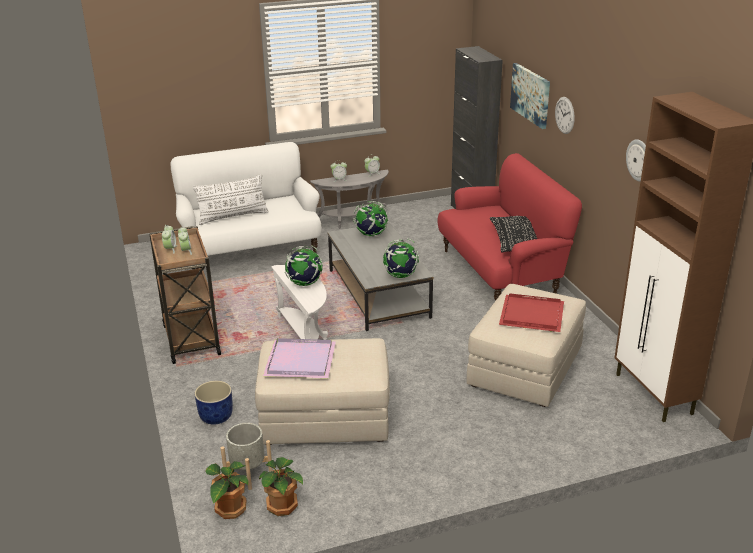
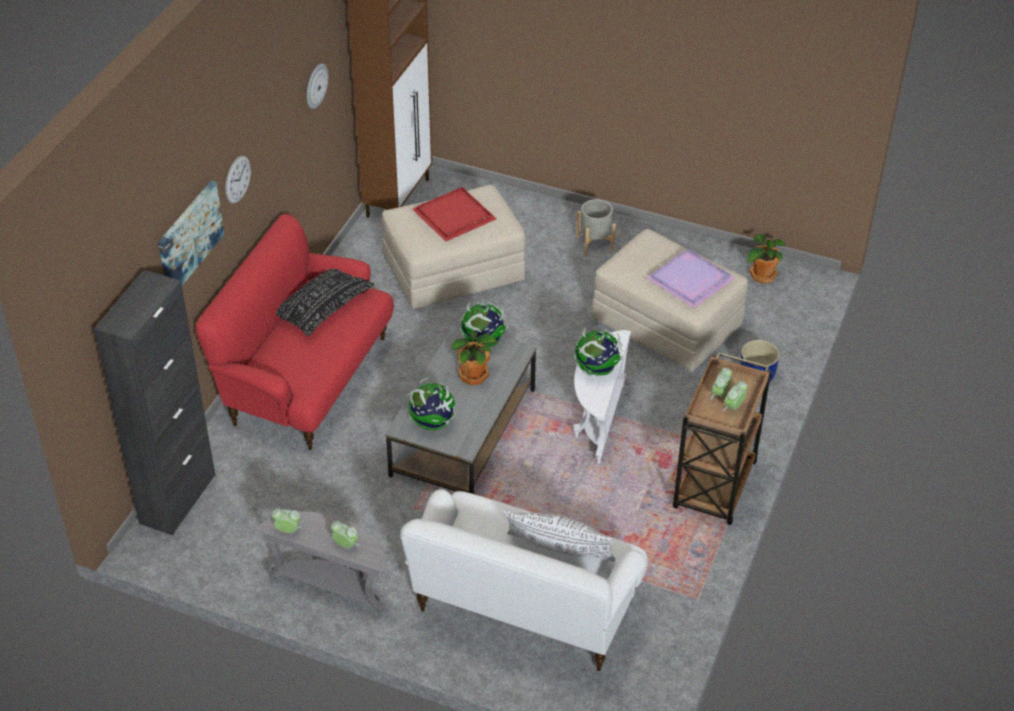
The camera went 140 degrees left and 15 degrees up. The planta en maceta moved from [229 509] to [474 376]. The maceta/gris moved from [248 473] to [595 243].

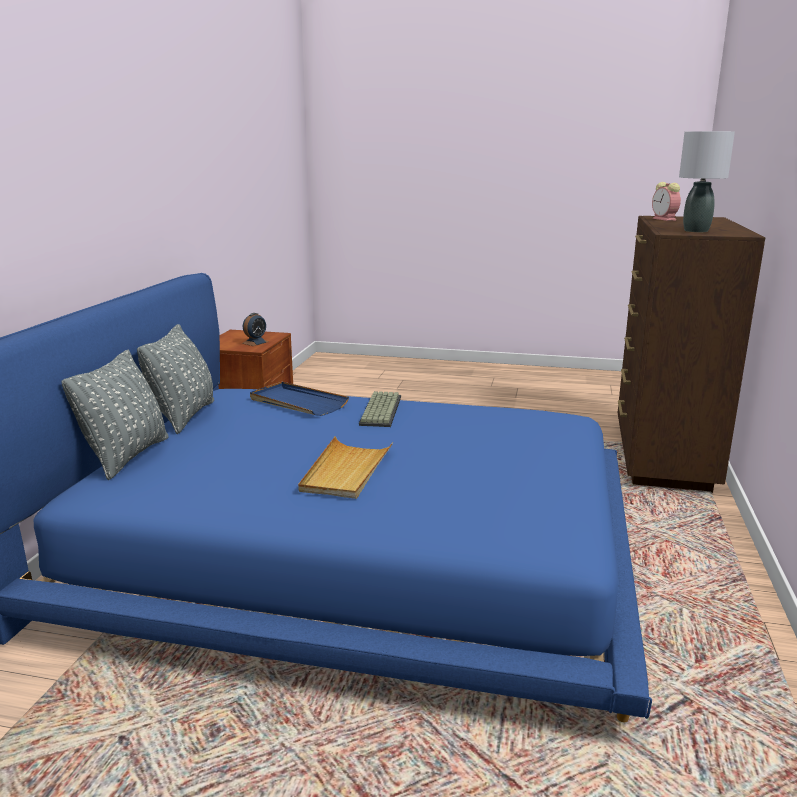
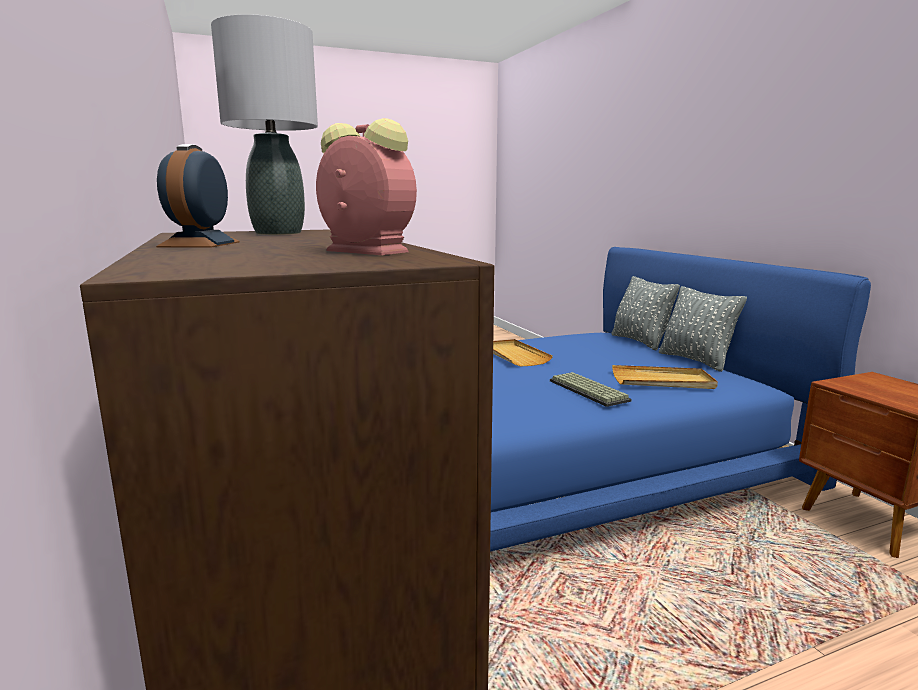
The camera went 145 degrees right and 5 degrees down. The despertador moved from [255 342] to [200 244]. The bandeja/azul at [297 402] became the bandeja/beis at [662 381].

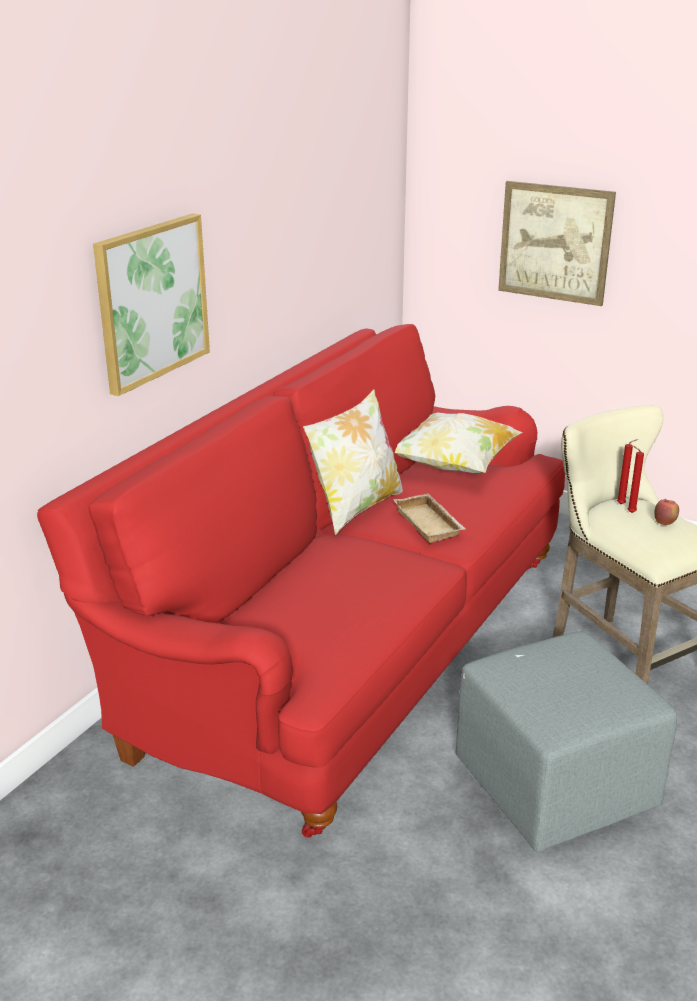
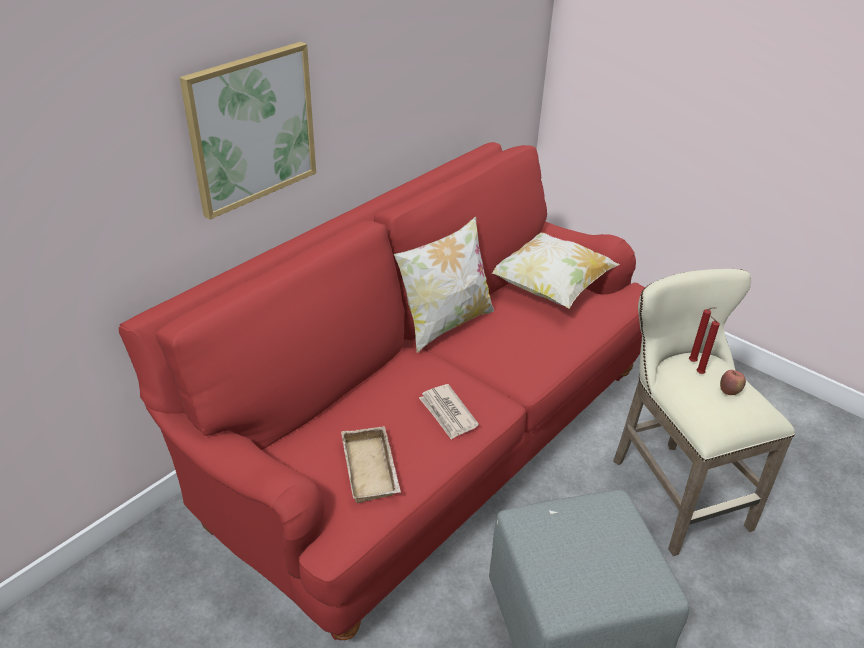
The camera went 10 degrees right and 10 degrees up. The bandeja/beis moved from [430 523] to [372 469]. The cuadro at [555 243] disappeared. The periódico at [447 413] appeared.

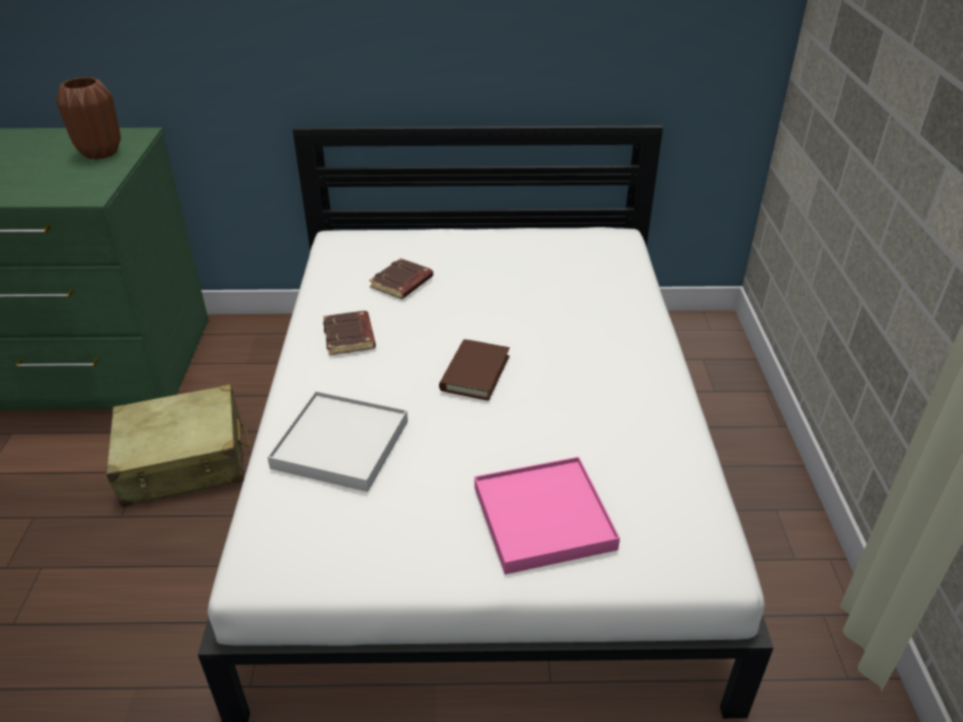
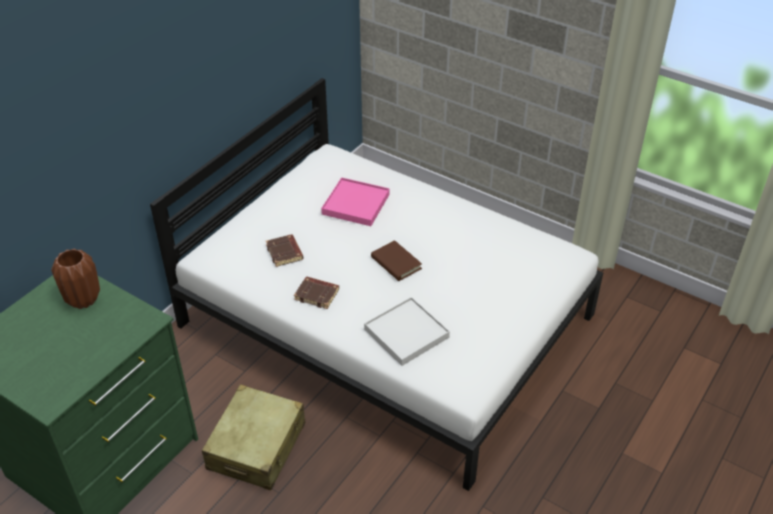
The camera went 55 degrees left and 5 degrees up. The bandeja/rosa moved from [543 518] to [355 204].

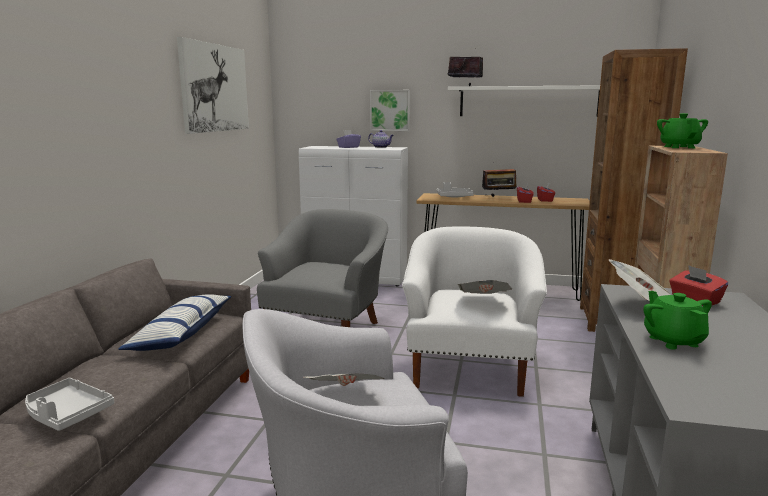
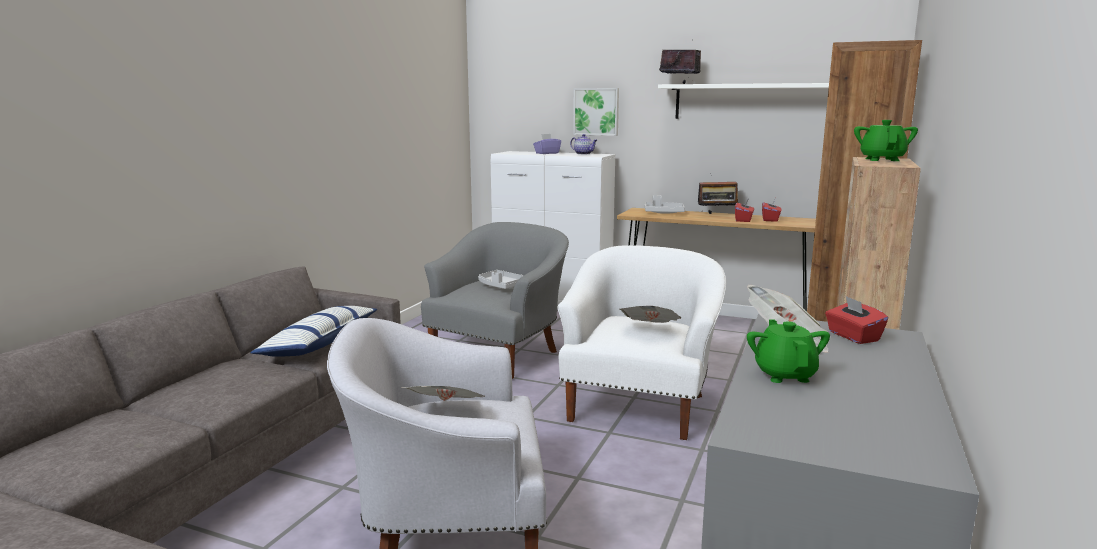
The camera went 10 degrees right and 0 degrees up. The bandeja/gris moved from [66 414] to [501 286]. The cuadro at [215 88] disappeared.

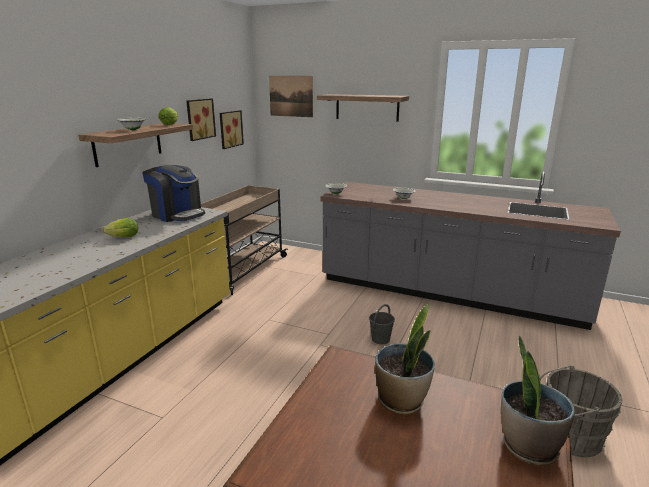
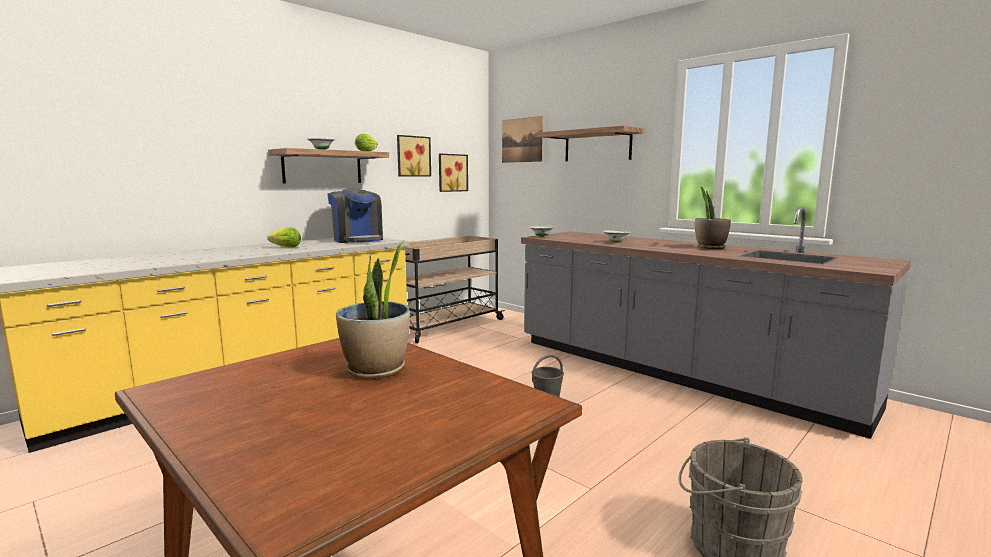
The camera went 20 degrees right and 10 degrees down. The planta en maceta moved from [528 446] to [710 248].

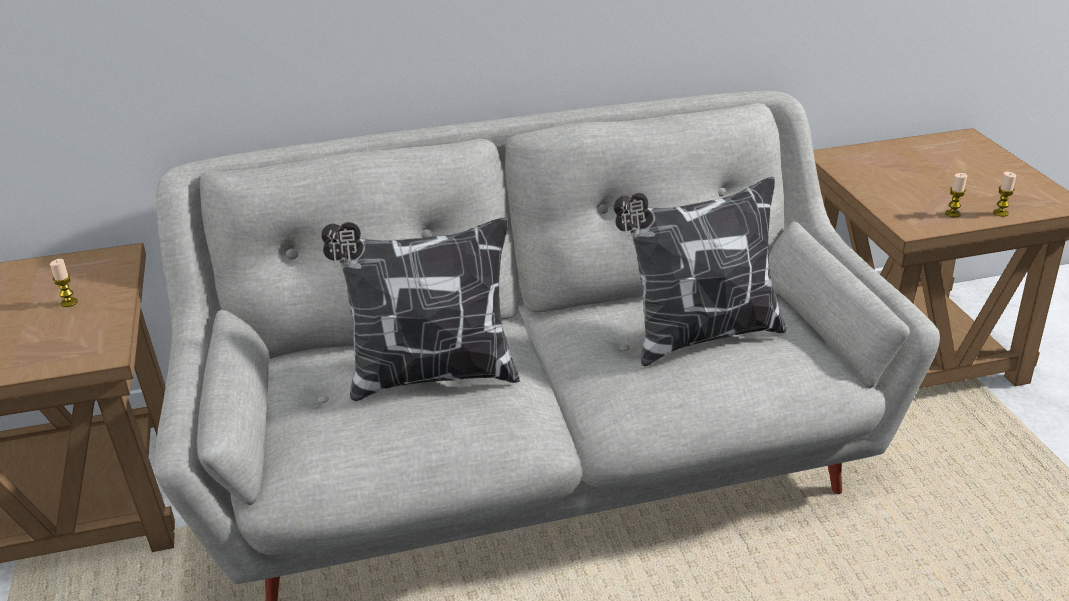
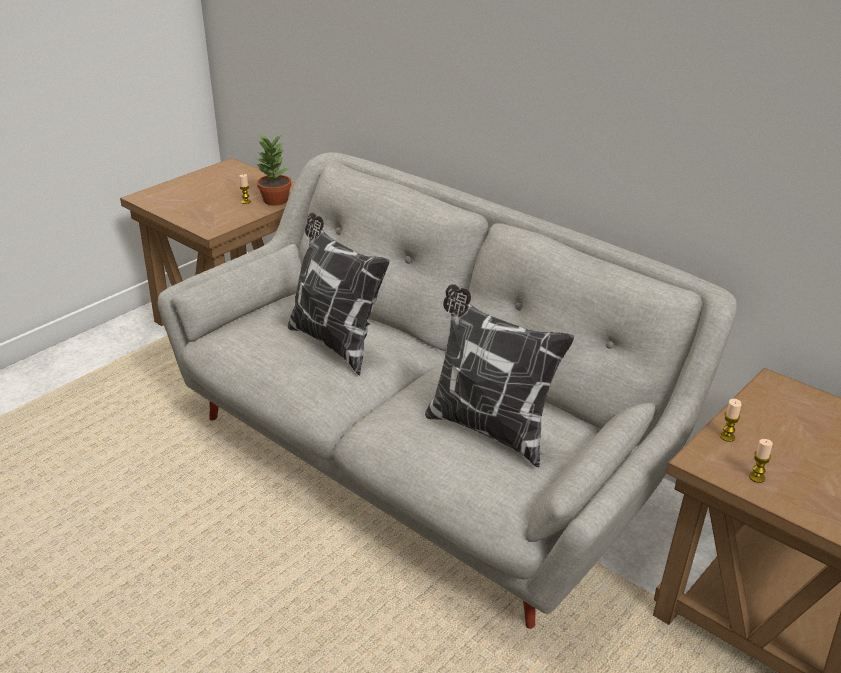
The camera went 55 degrees right and 0 degrees up. The vela moved from [1000 213] to [727 437]. The planta en maceta at [275 200] appeared.

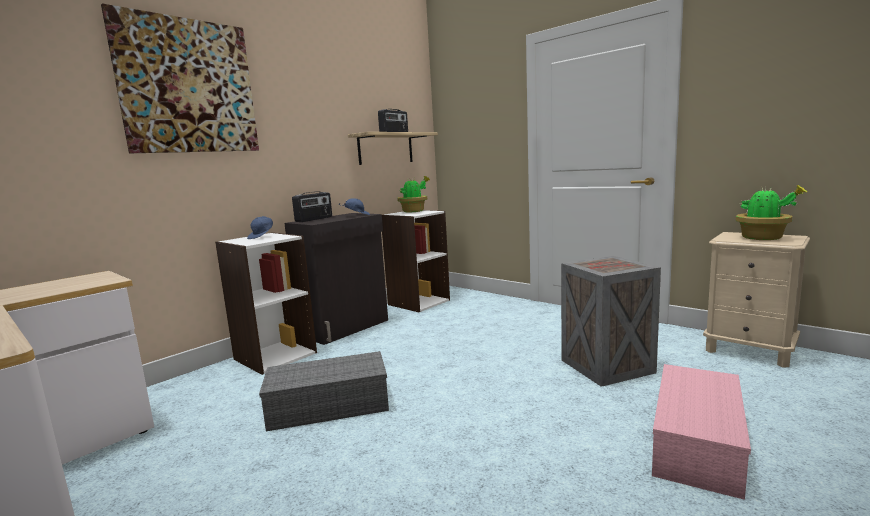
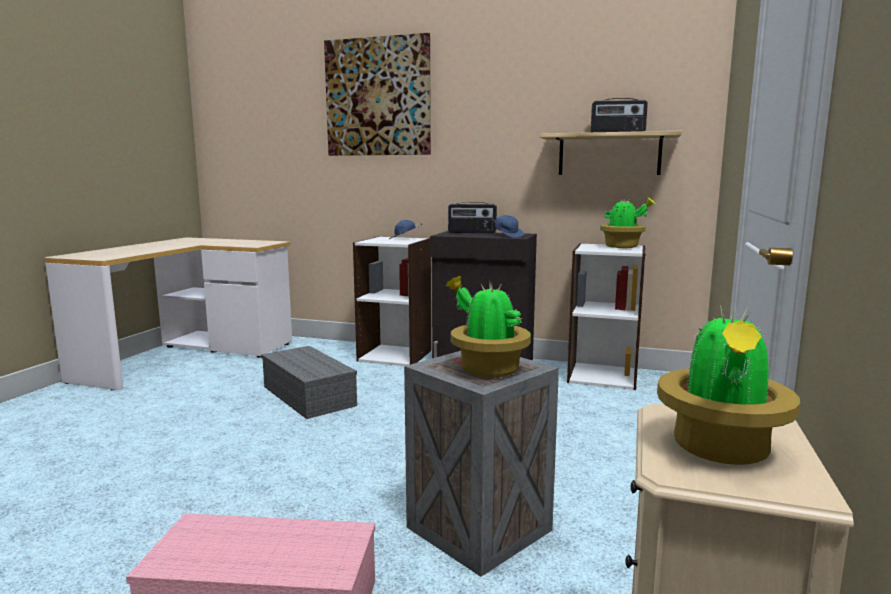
The camera went 65 degrees right and 0 degrees up. The planta en maceta at [487 369] appeared.

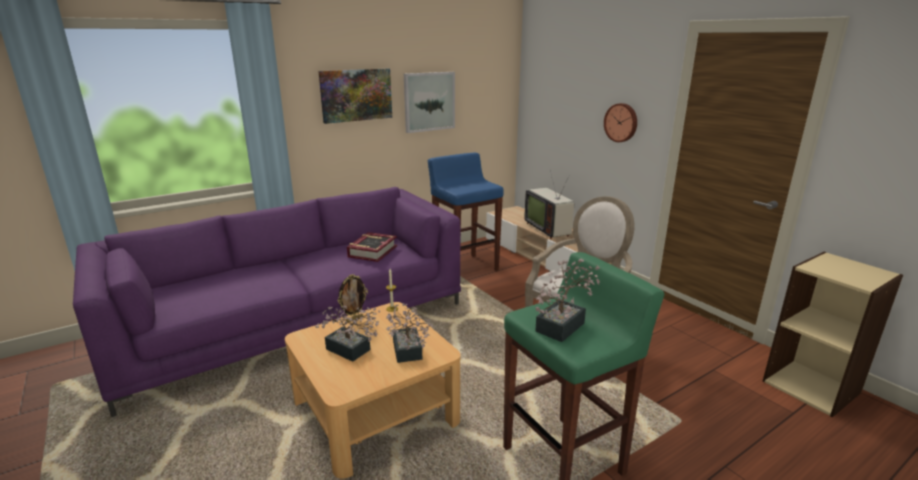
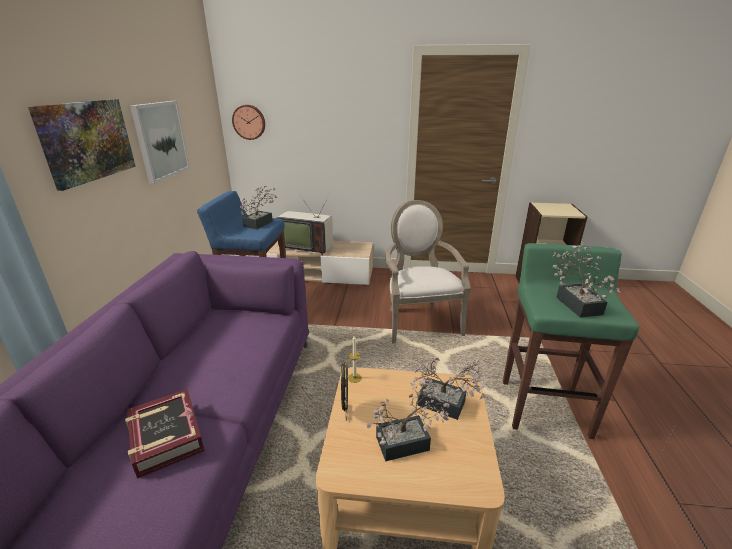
The camera went 50 degrees left and 5 degrees up. The libro moved from [372 251] to [165 437]. The reloj de pared moved from [621 122] to [249 122]. The planta en maceta at [260 223] appeared.

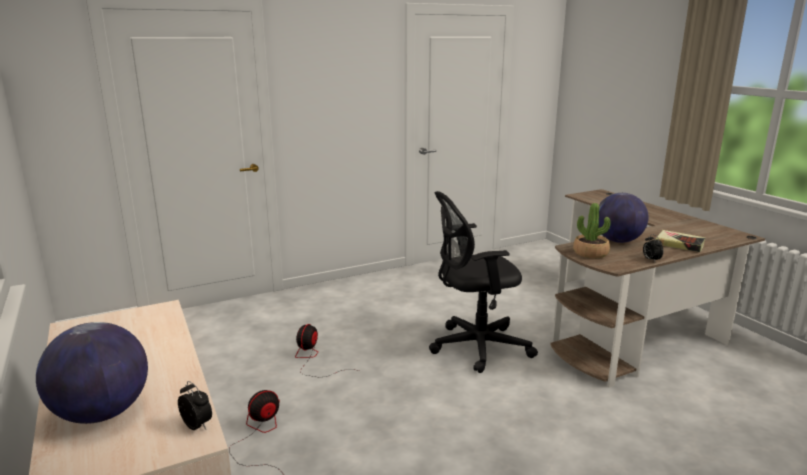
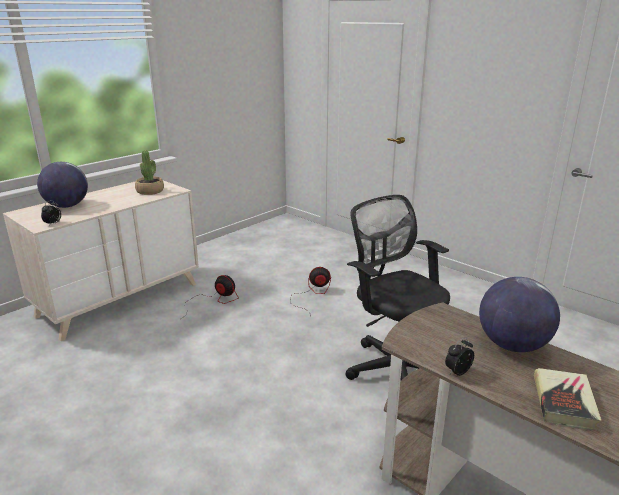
The camera went 70 degrees right and 5 degrees up. The planta en maceta moved from [590 253] to [150 191].

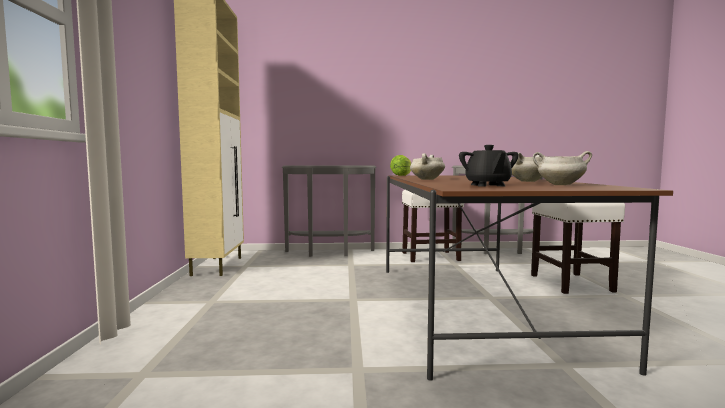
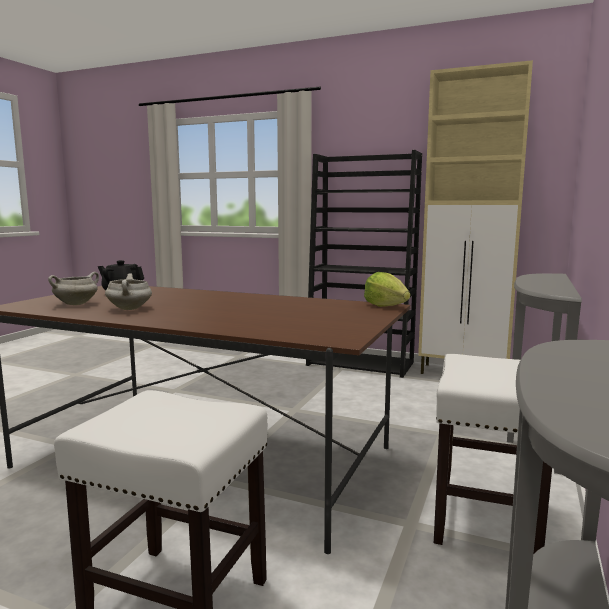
The camera went 115 degrees right and 5 degrees up. The olla/blanco at [426 179] disappeared. The estantería/negro at [361 363] appeared.

